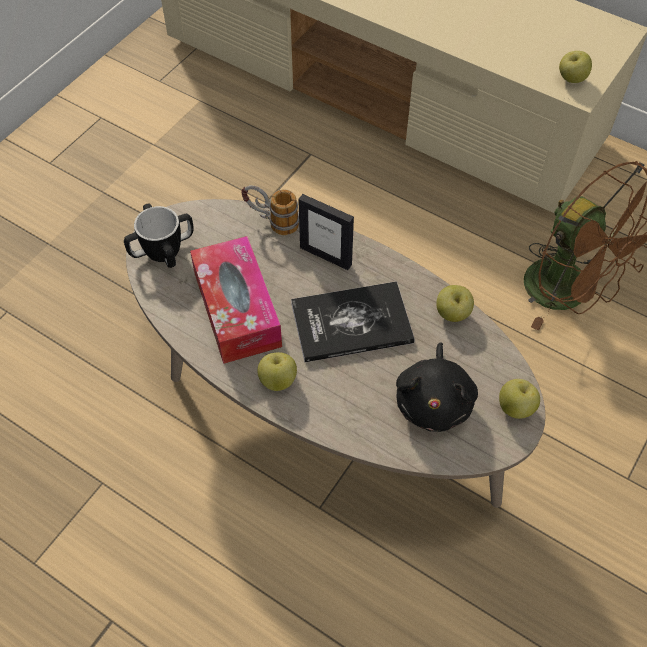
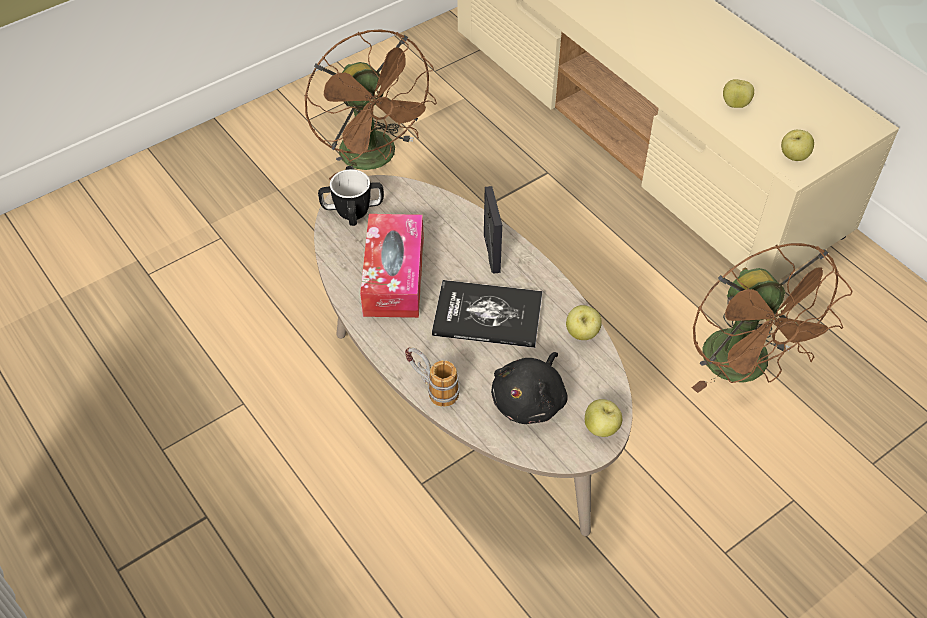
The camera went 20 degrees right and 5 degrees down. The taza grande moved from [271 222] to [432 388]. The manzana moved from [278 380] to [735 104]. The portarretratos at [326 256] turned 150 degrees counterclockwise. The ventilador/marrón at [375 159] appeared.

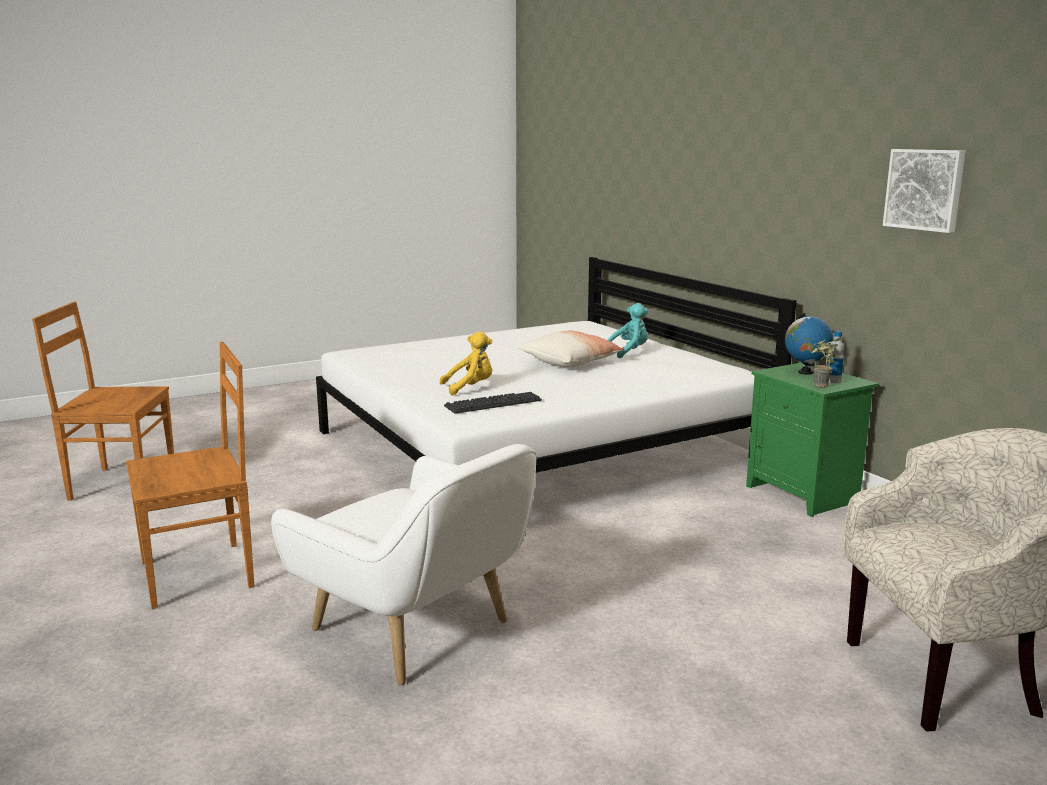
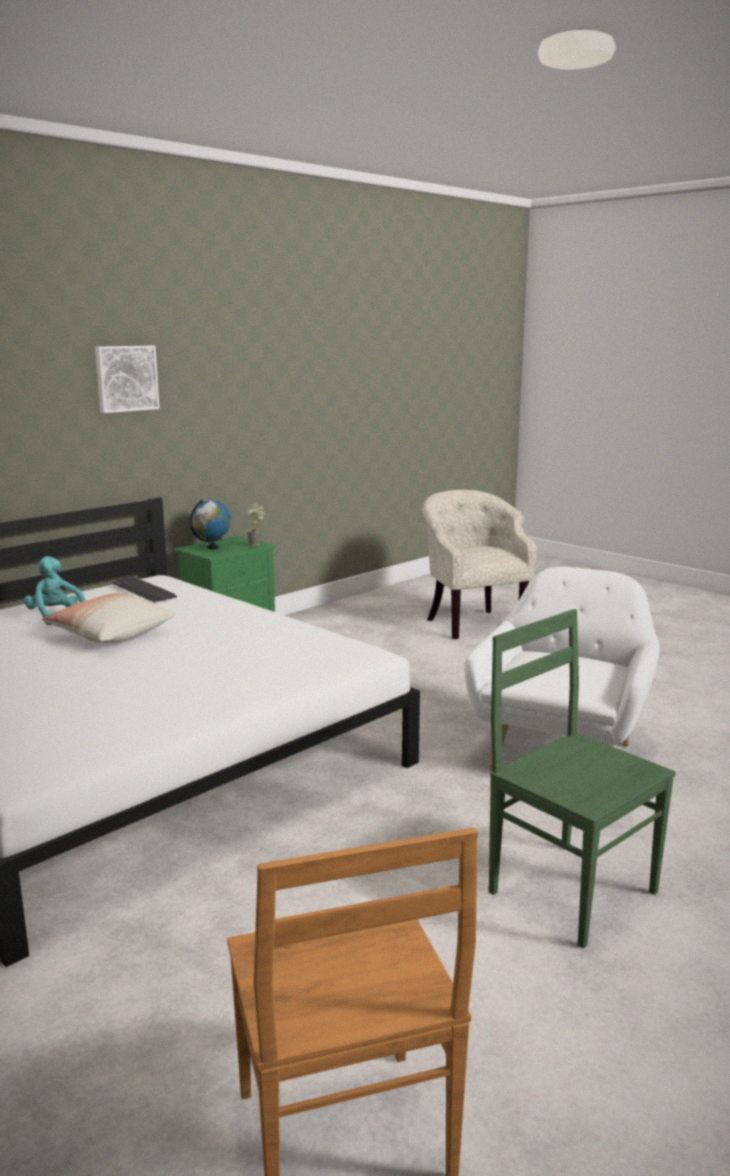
The camera went 105 degrees left and 0 degrees up. The silla/marrón at [201 573] became the silla/verde at [569 890]. The peluche/amarillo at [470 388] disappeared. The teclado moved from [493 403] to [143 590]. The botella at [833 381] disappeared. The cuadro moved from [925 189] to [126 378].

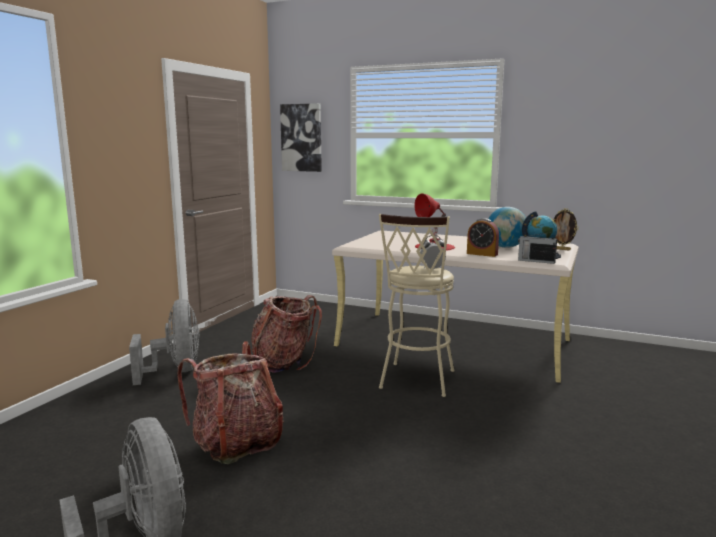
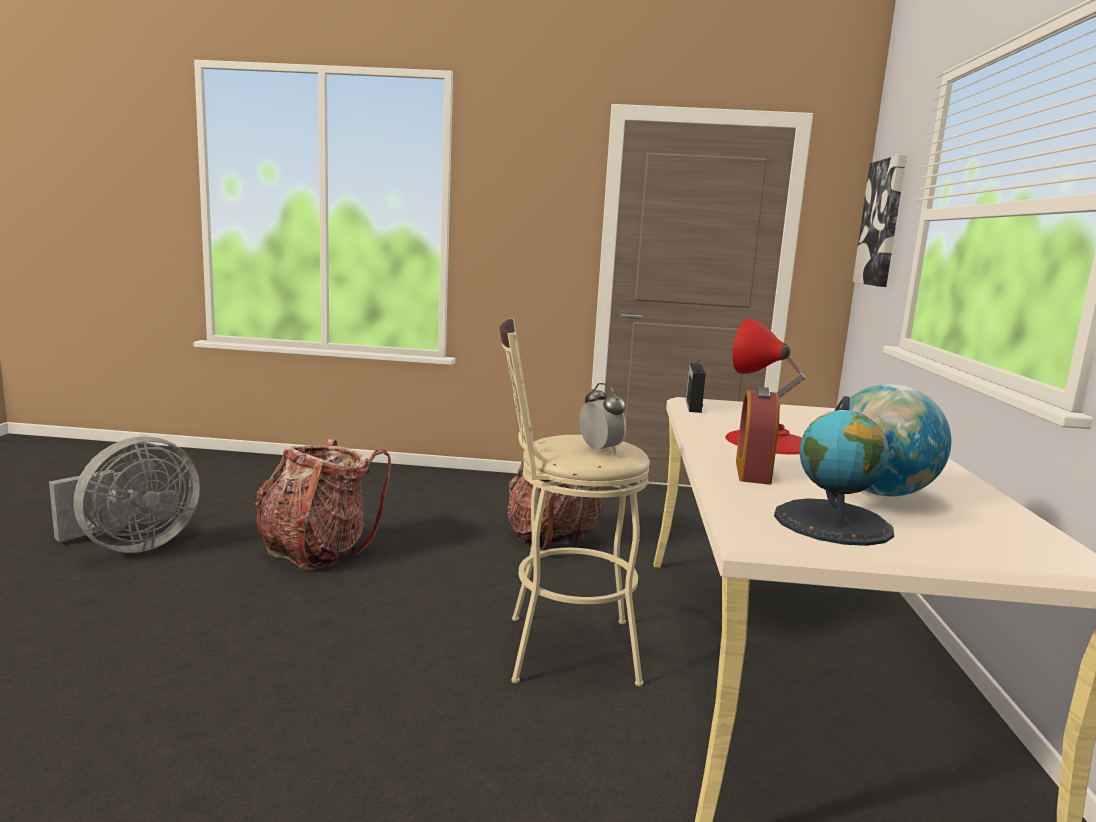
The camera went 70 degrees right and 0 degrees up. The ventilador/gris at [175 371] disappeared. The radio moved from [535 261] to [693 405]. The portarretratos at [562 249] disappeared.

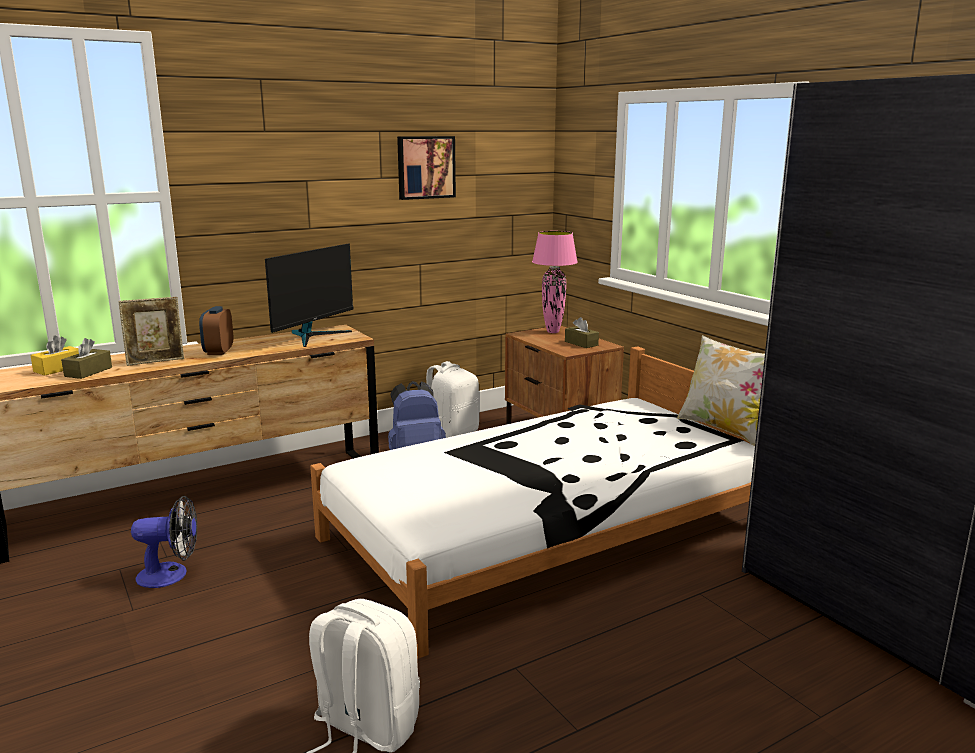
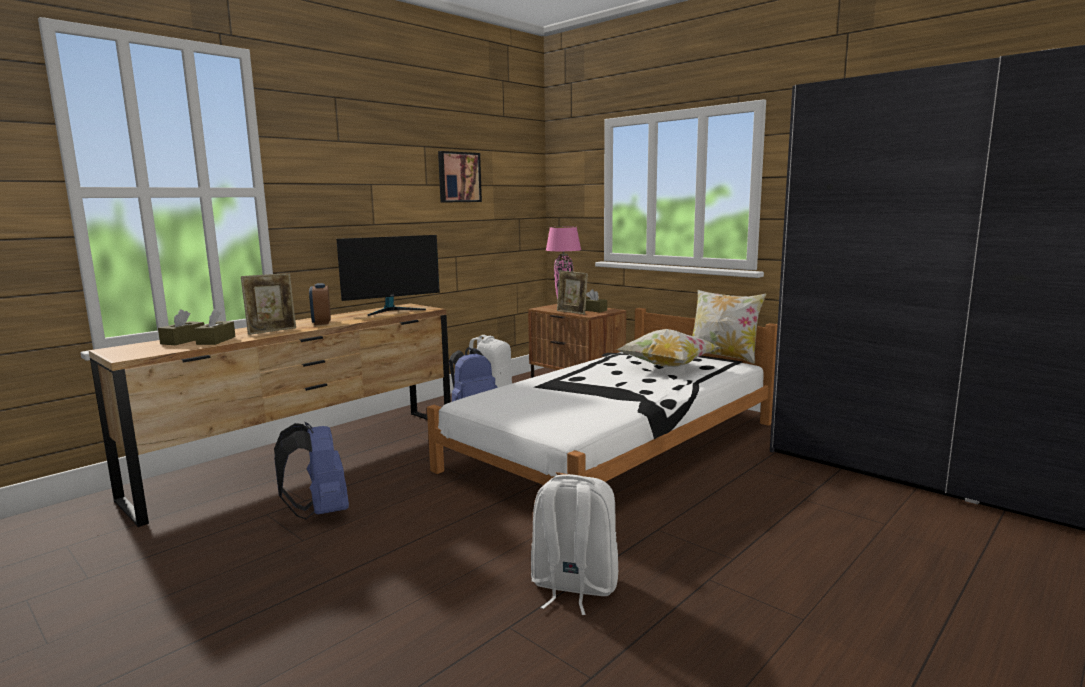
The camera went 15 degrees left and 5 degrees down. The caja de pañuelos/amarillo at [59 369] became the caja de pañuelos/marrón at [183 341]. The ventilador at [171 575] was replaced by the mochila/azul at [320 512]. The monitor at [313 336] turned 45 degrees clockwise. The portarretratos at [572 312] appeared. The cojín at [667 366] appeared.

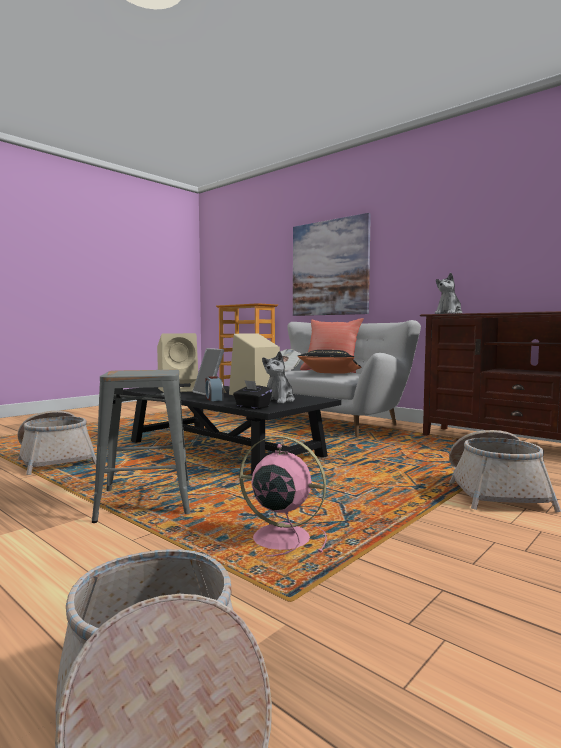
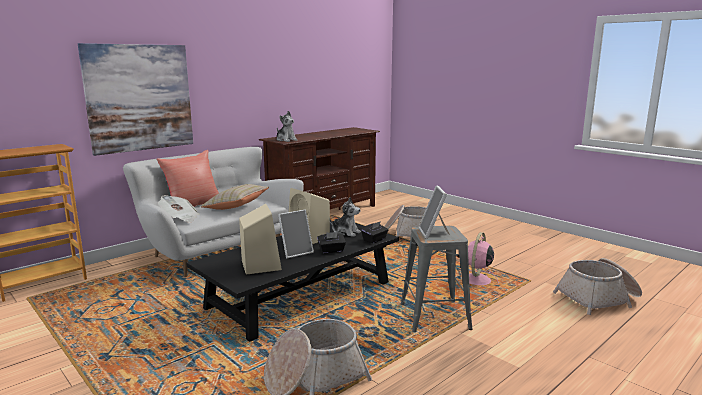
The camera went 85 degrees left and 10 degrees up. The despertador at [214 399] was replaced by the caja de pañuelos/negro at [331 250]. The cojín/negro at [330 374] became the cojín/beis at [236 207]. The portarretratos at [433 233] appeared.

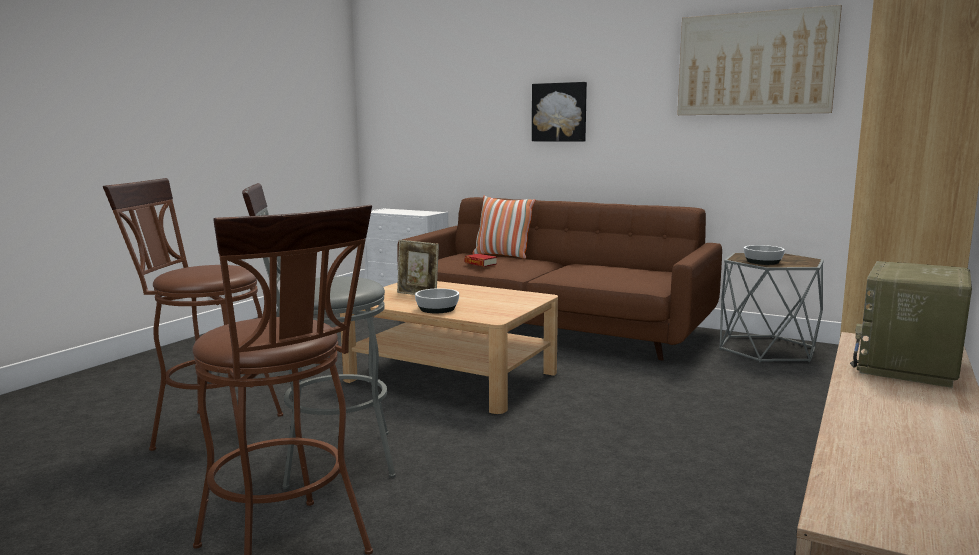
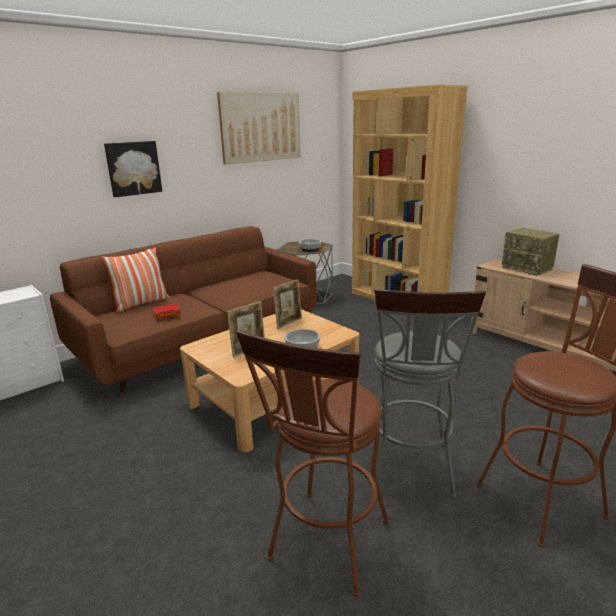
The camera went 70 degrees left and 10 degrees up. The portarretratos at [288 323] appeared.

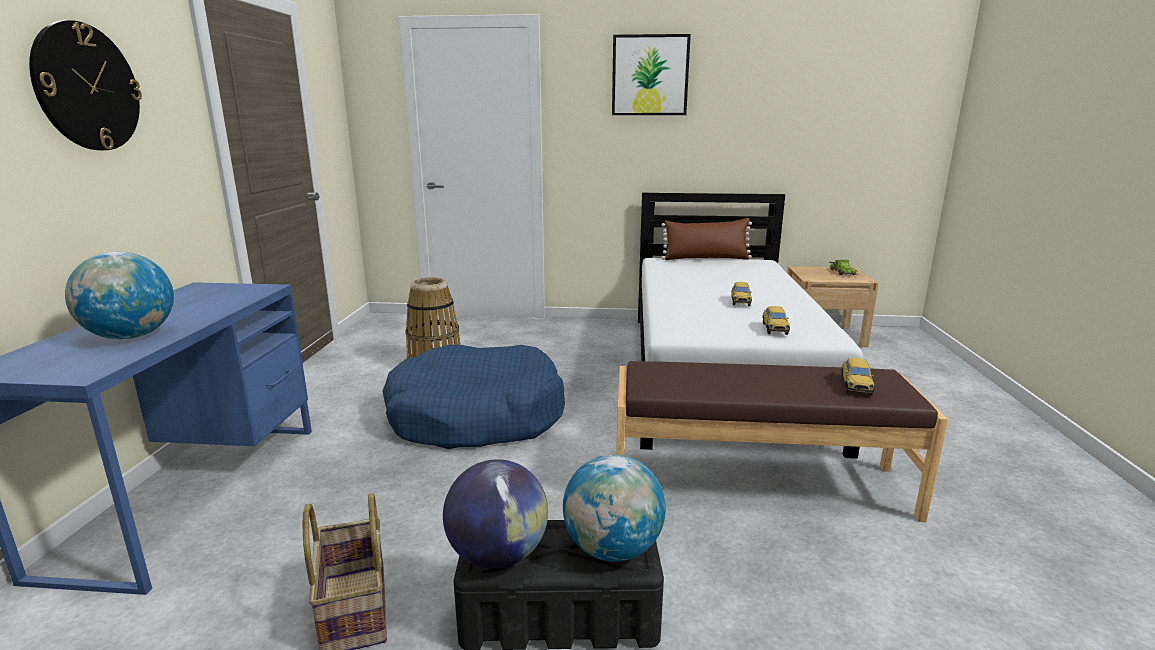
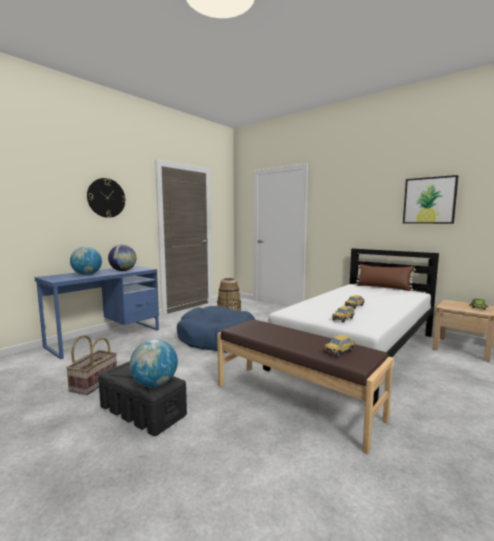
The camera went 35 degrees right and 10 degrees down. The globo terráqueo moved from [498 555] to [123 271]. The cuadro moved from [650 75] to [429 200].

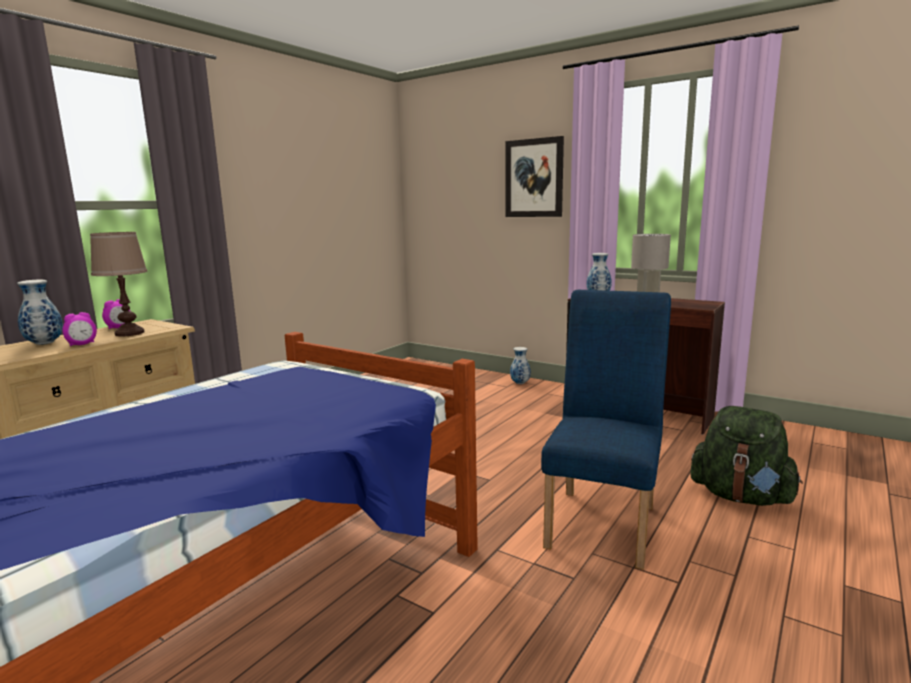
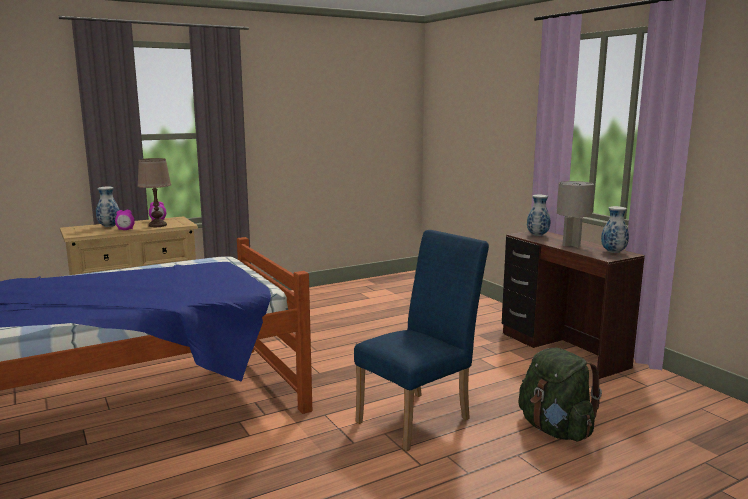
The camera went 25 degrees right and 0 degrees up. The cuadro at [534 178] disappeared. The florero moved from [519 383] to [612 252].

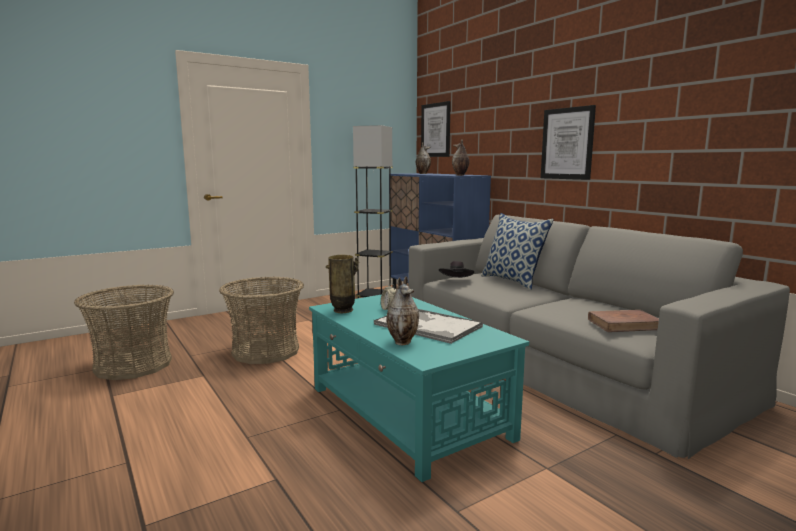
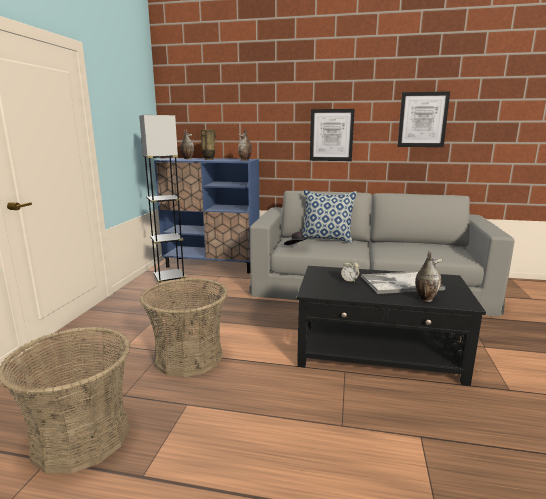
The camera went 45 degrees left and 5 degrees up. The mesa de centro/turquesa at [407 412] became the mesa de centro/negro at [379 352]. The florero moved from [343 311] to [209 159]. The cuadro moved from [435 130] to [422 120]. The libro/marrón at [624 324] disappeared.

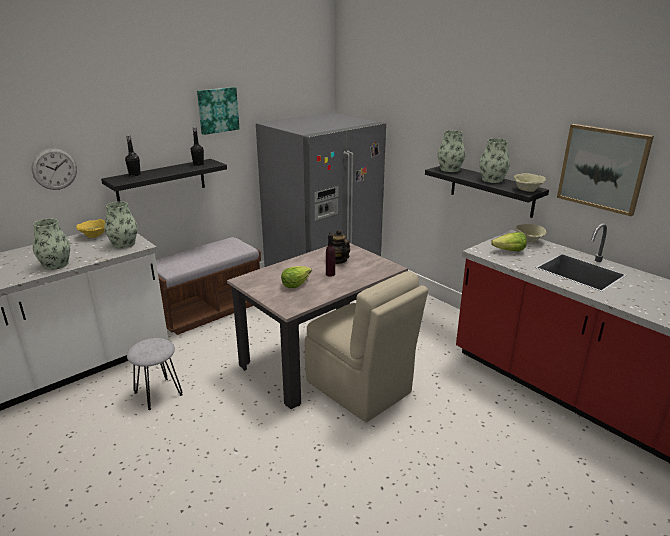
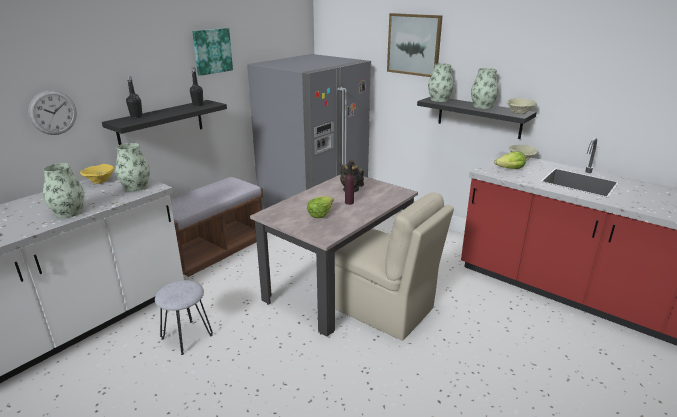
The camera went 10 degrees left and 0 degrees up. The cuadro moved from [603 168] to [414 44].

